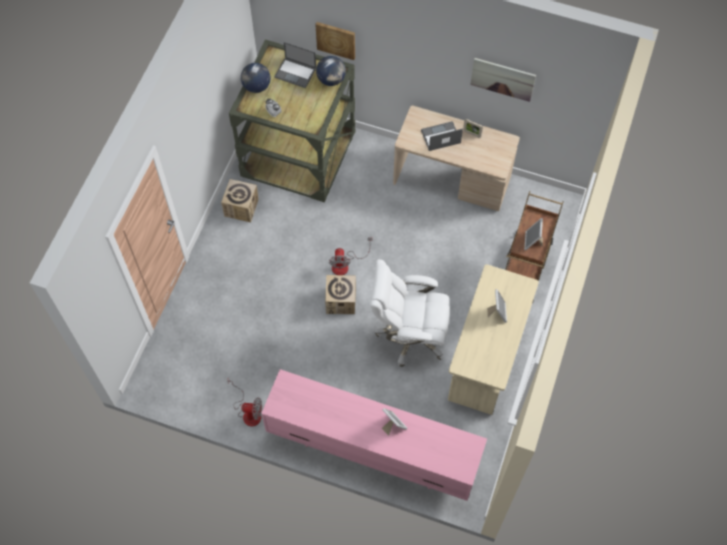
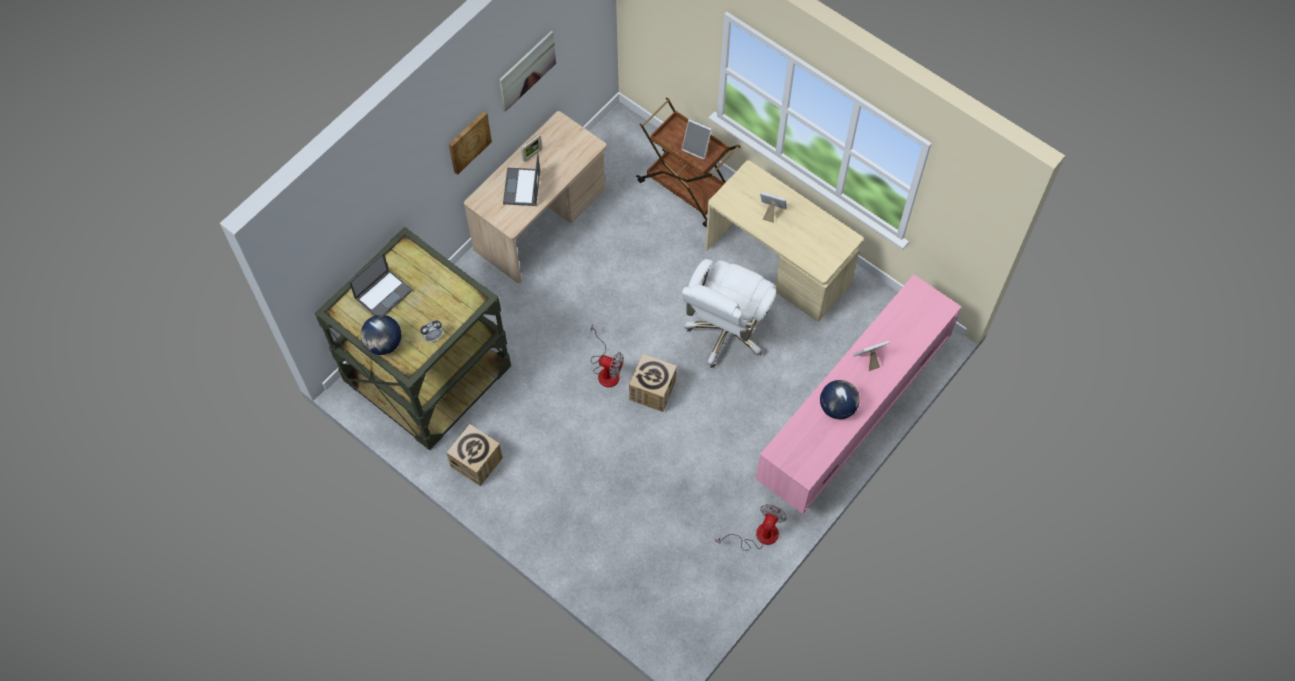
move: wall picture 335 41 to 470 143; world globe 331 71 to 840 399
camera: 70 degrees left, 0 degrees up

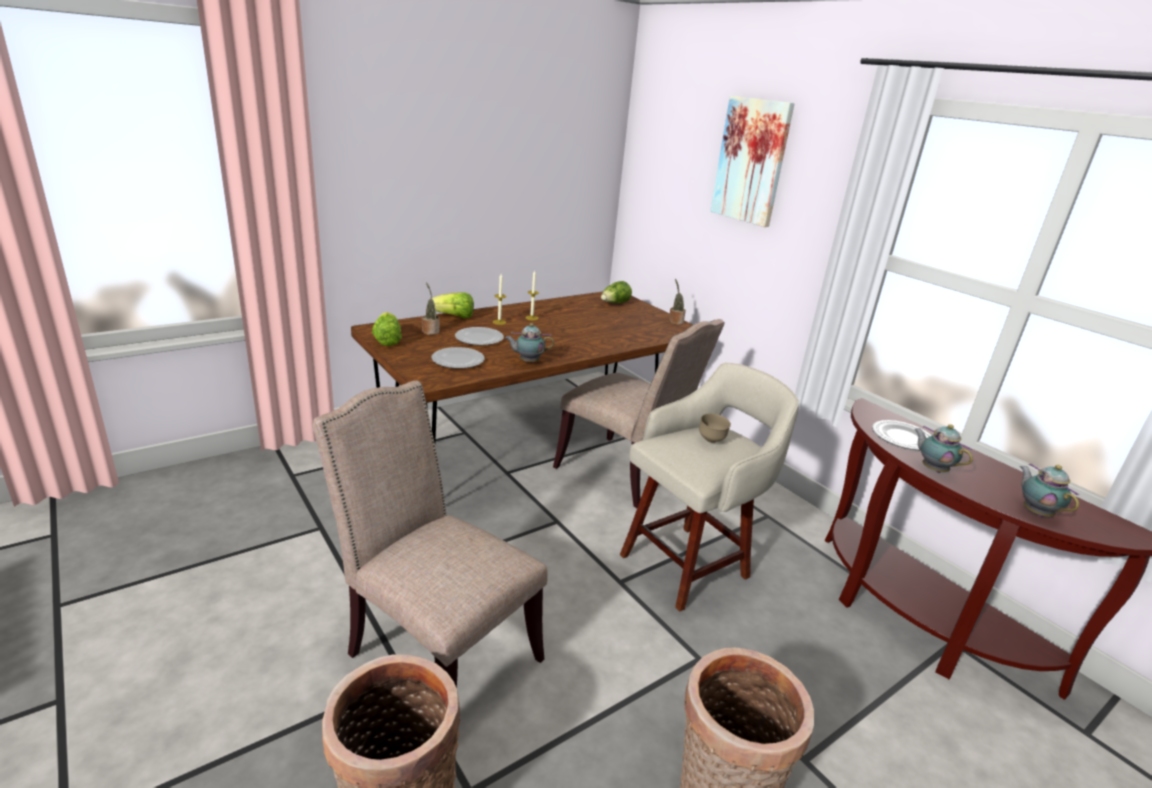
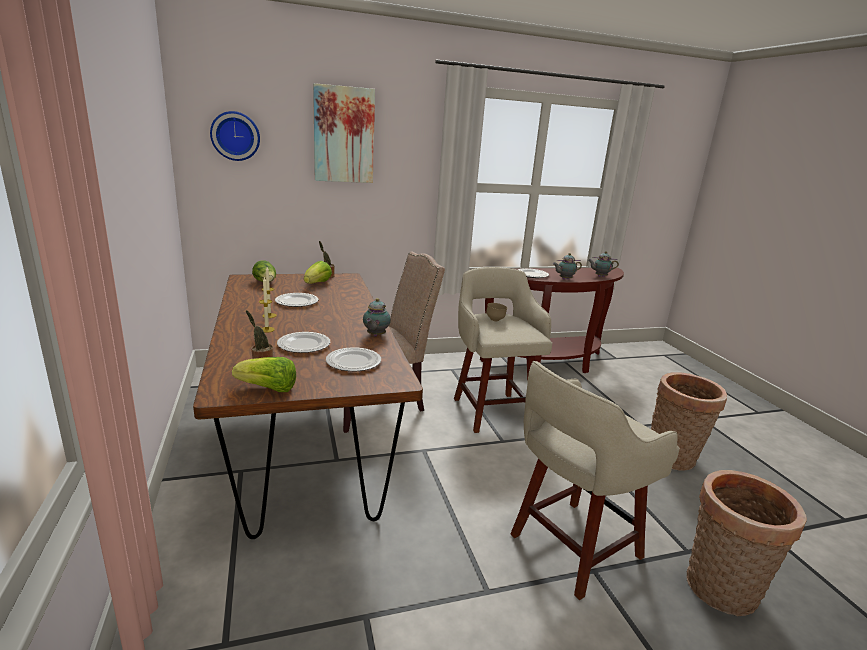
insert: clock on the wall 235 136; dinner plate 297 300
move: lettuce head 453 305 to 318 272
replace: beige chair 430 534 to beige sitting stool 595 480
camera: 70 degrees left, 5 degrees down

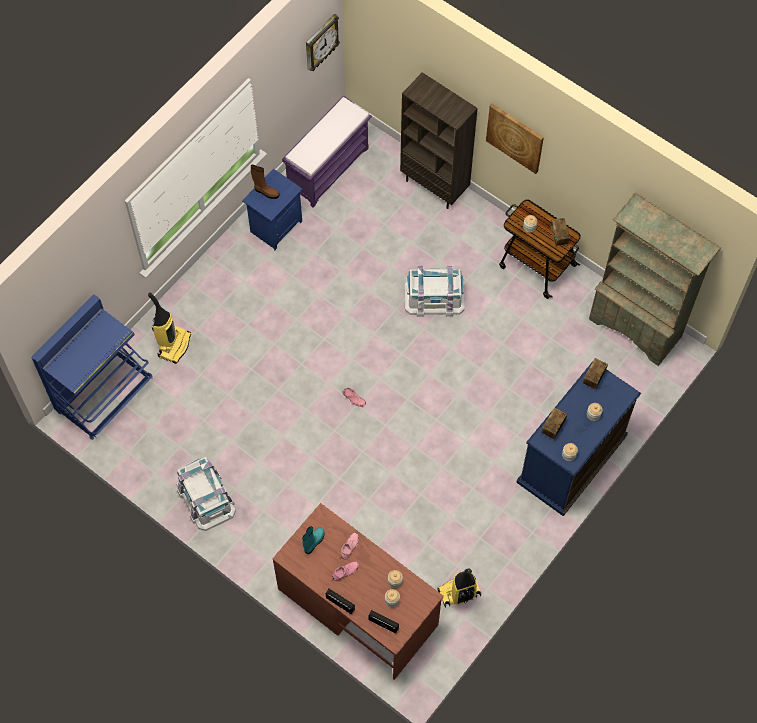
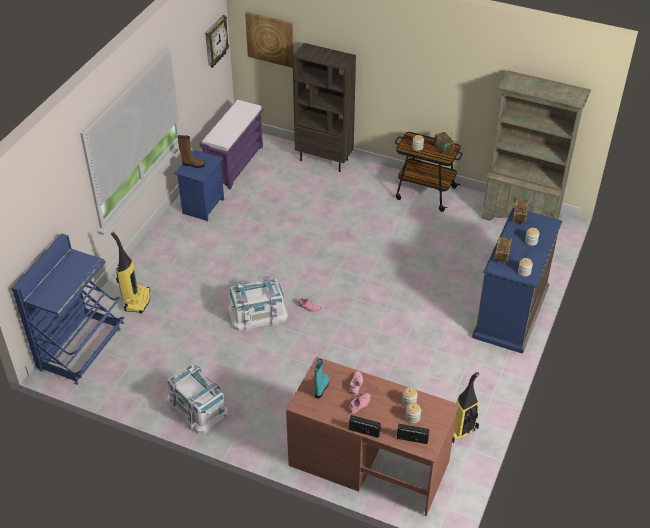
move: white-coloured storage bin 434 291 to 258 303; wall picture 515 139 to 269 40
camera: 15 degrees left, 20 degrees down

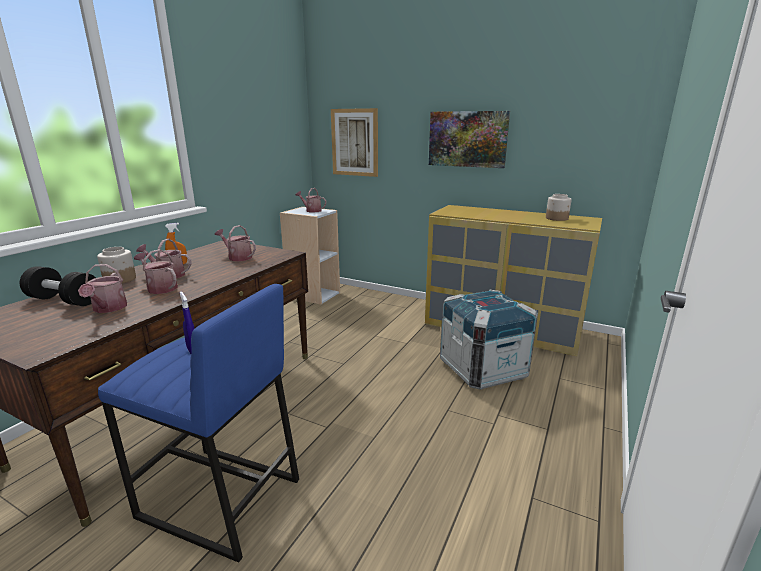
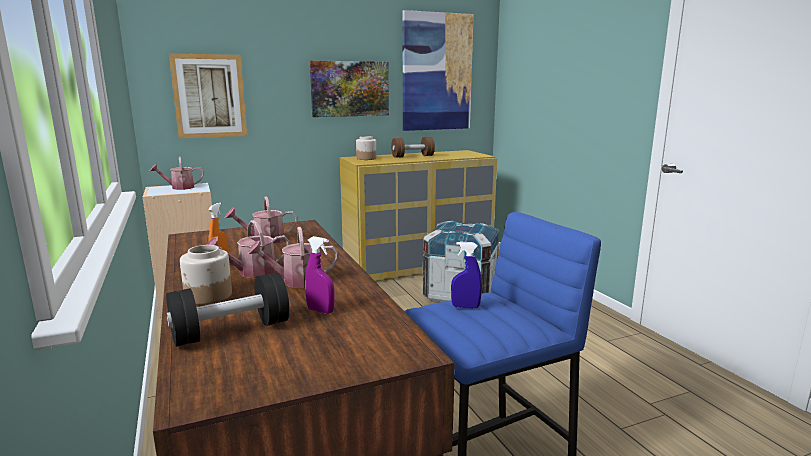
insert: brownish hand weight 413 147; wall picture 438 70
move: storage jar 559 207 to 366 148
replace: watering can 102 288 to purple-coloured sprayer 320 275
camera: 50 degrees left, 5 degrees down

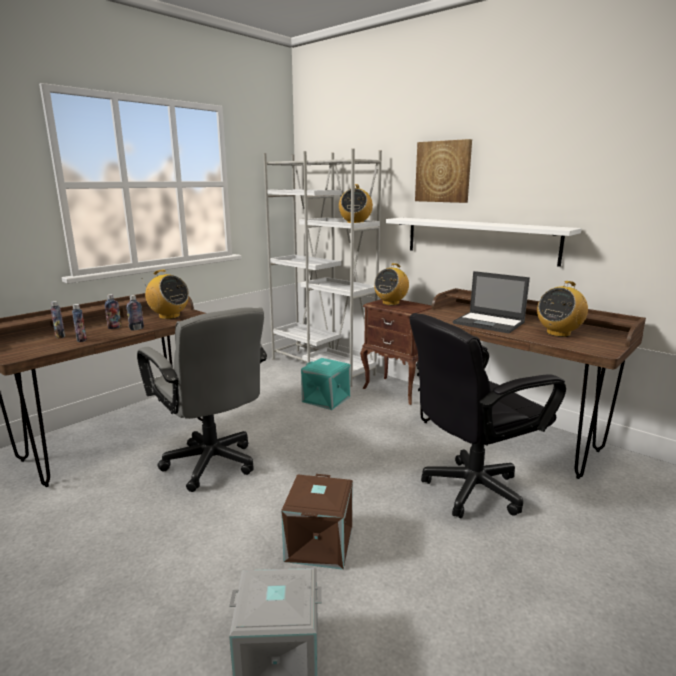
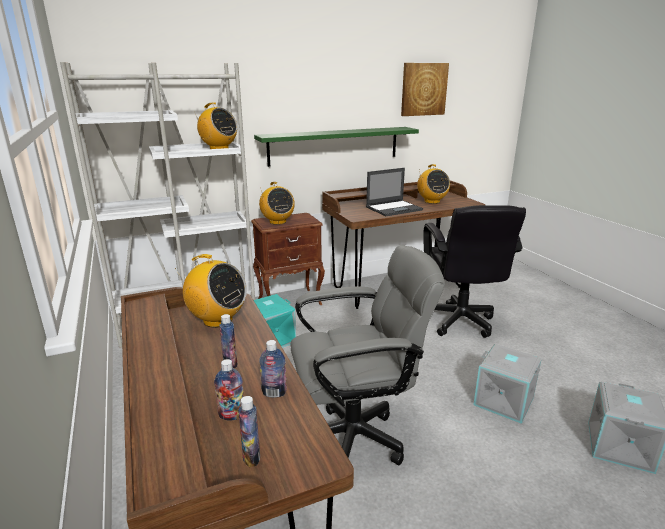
move: drink bottle 135 313 to 249 431; wall picture 443 171 to 425 89
recolor: brownish storage bin 317 522 to gray storage bin 507 384; white-coloured shelf 484 242 to green-coloured shelf 336 147
rotate: radio receiver 165 294 = 211 291 60 degrees clockwise
camera: 65 degrees left, 5 degrees up

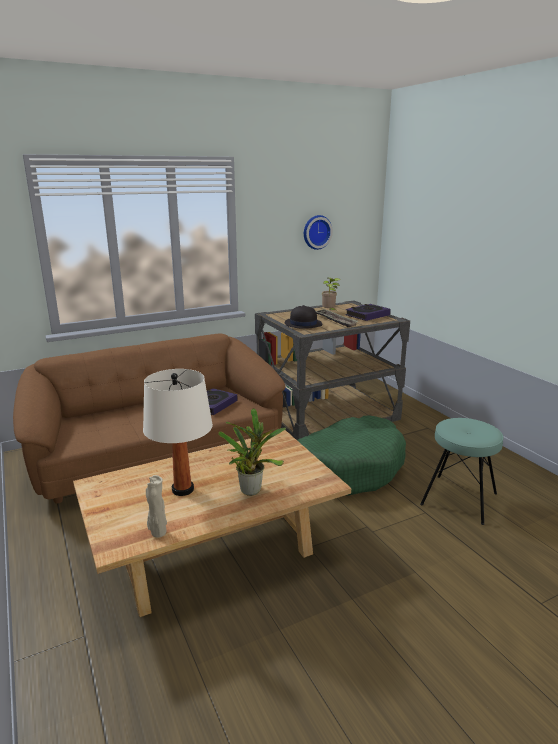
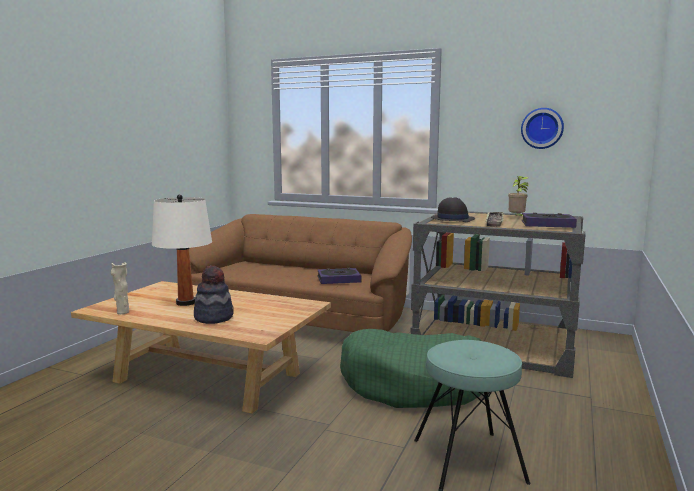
replace: houseplant 252 452 to clothing hat 214 294
camera: 50 degrees right, 10 degrees down

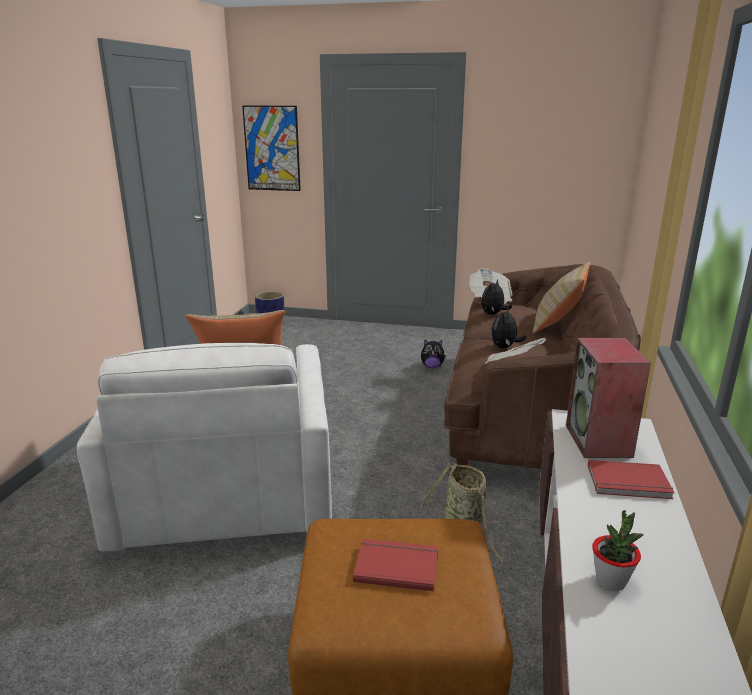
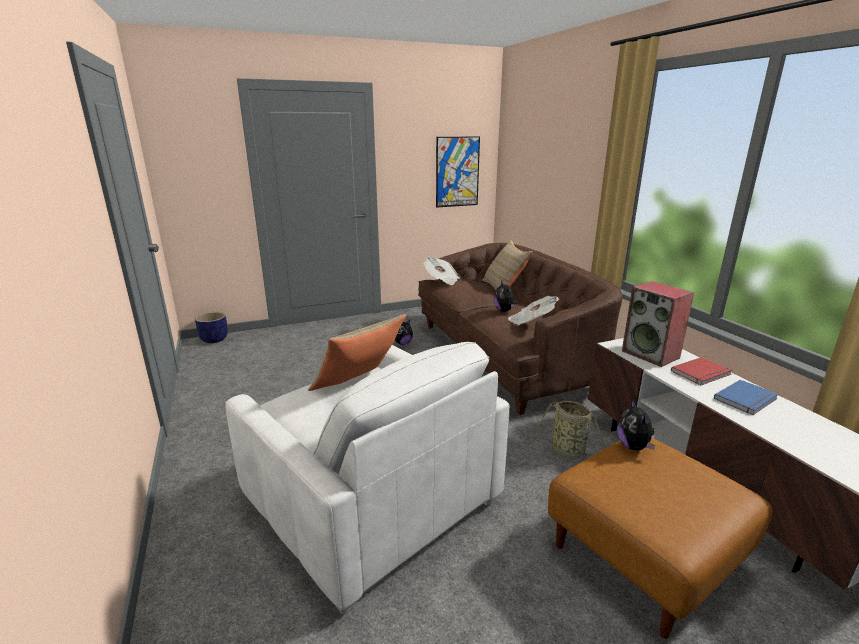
delete: red-coloured book 395 565; houseplant 617 550
insert: blue-coloured book 746 397
move: wall picture 271 148 to 458 171; plush toy 496 297 to 636 425
camera: 35 degrees left, 0 degrees up

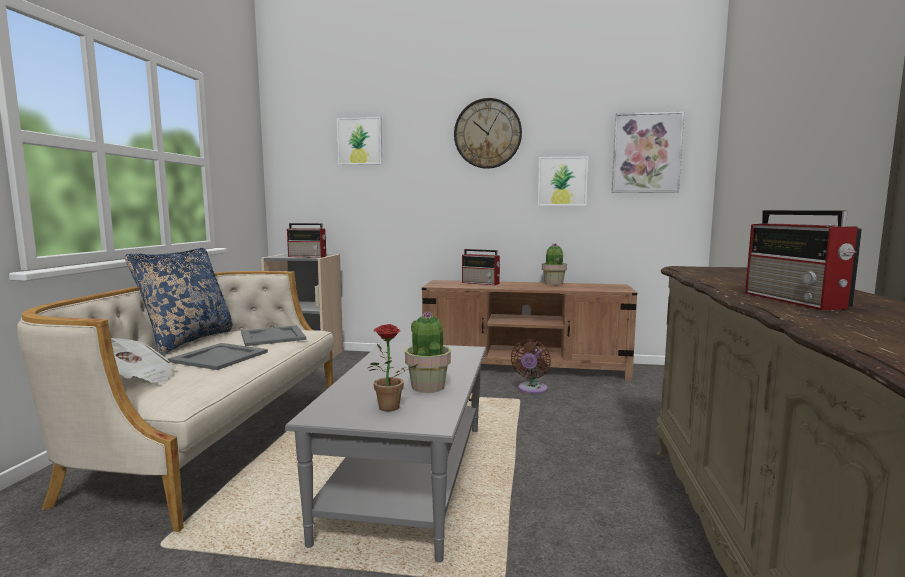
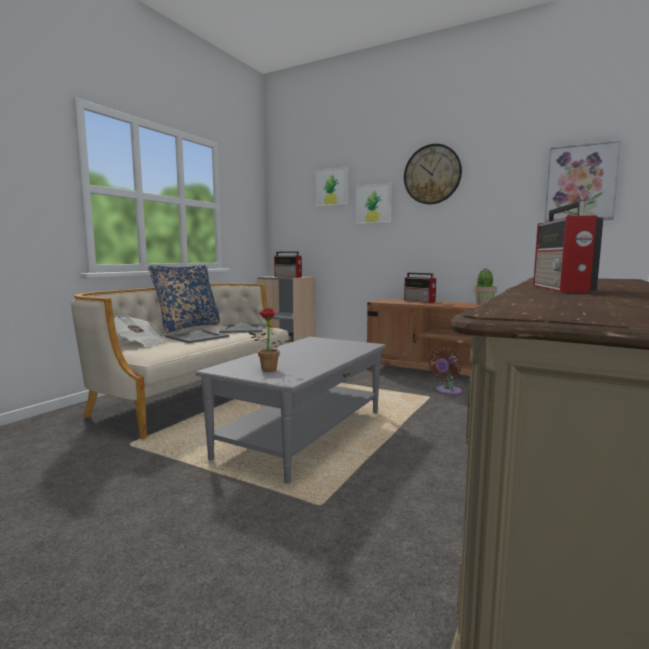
delete: houseplant 428 352
move: wall picture 563 181 to 374 203
camera: 20 degrees right, 0 degrees up

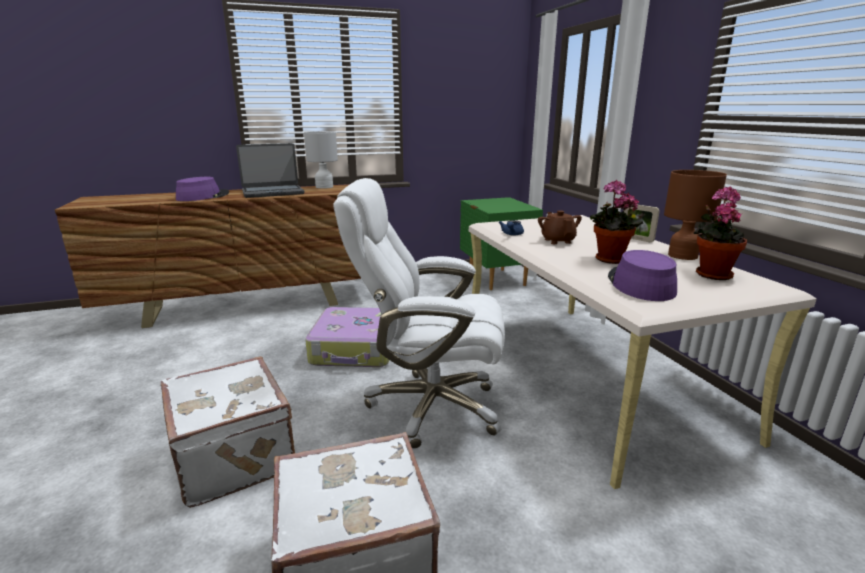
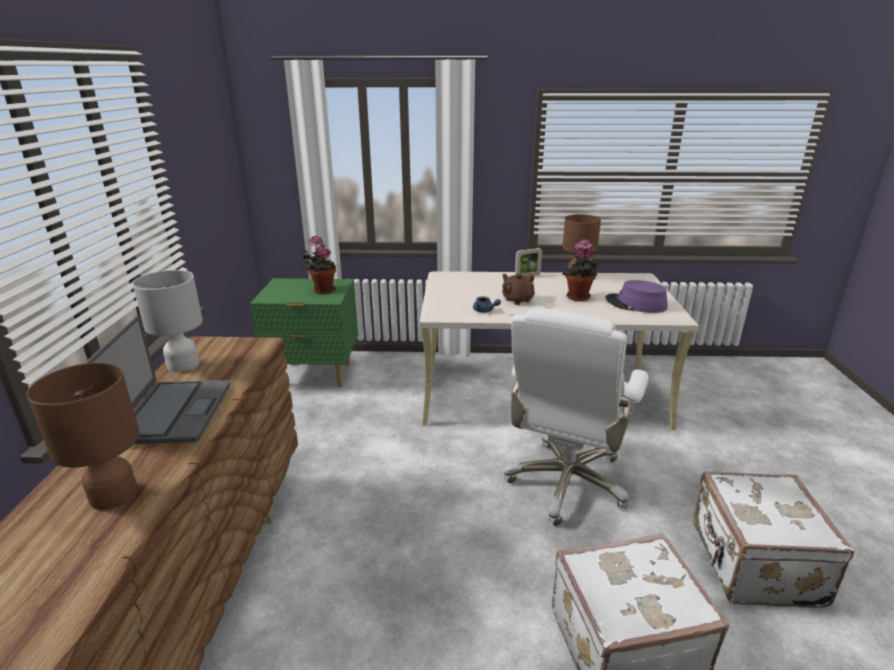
delete: piece of luggage 347 337
move: houseplant 720 233 to 319 265
replace: purple-coloured clothing hat 202 189 to brownish tabletop lamp 83 436
rotate: brownish tea pot 560 227 = 518 289 45 degrees clockwise
camera: 70 degrees left, 5 degrees up

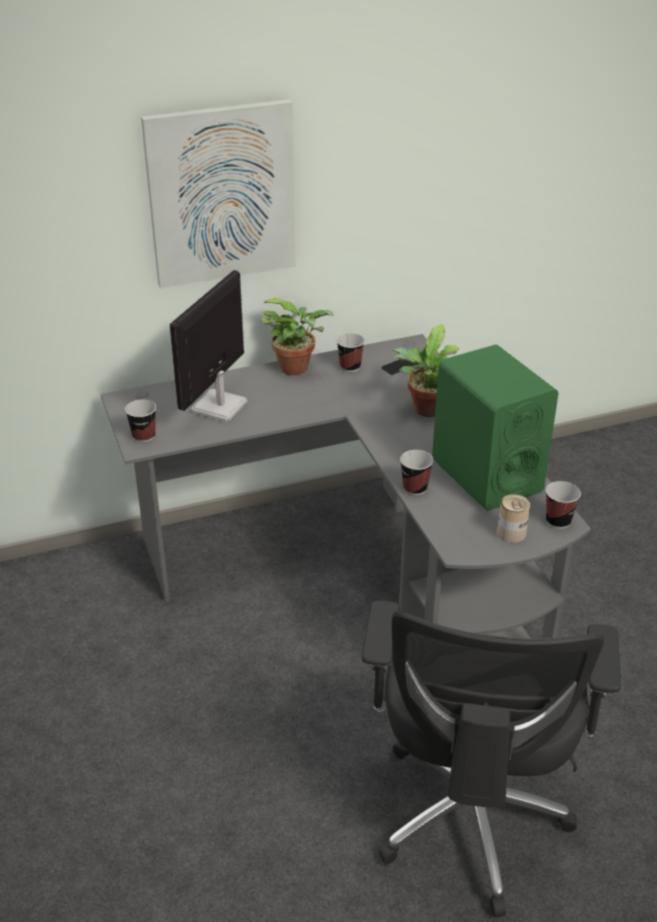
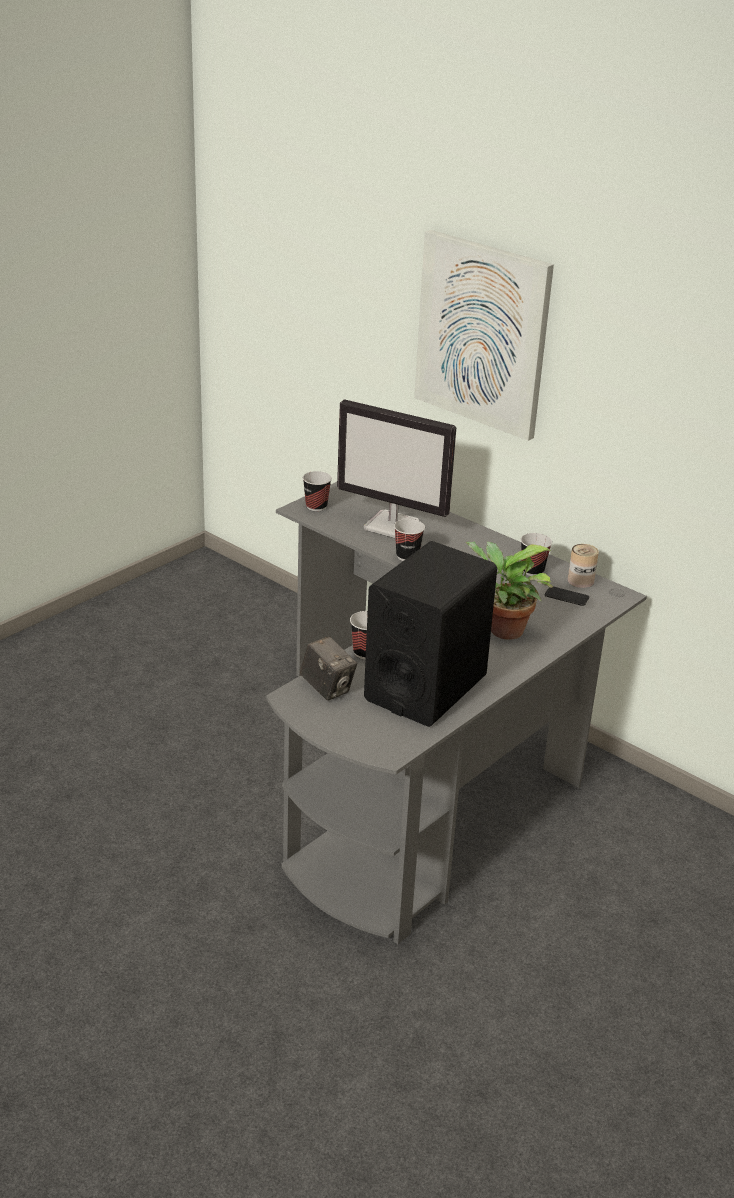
delete: houseplant 297 336; desk chair 491 759
insert: photo camera 328 668
move: can 513 518 to 583 566; drinking cup 563 505 to 409 540
recolor: green-coloured speaker 495 428 to blackish speaker 430 634
rotate: computer screen 209 346 = 396 468 150 degrees counterclockwise
camera: 60 degrees right, 5 degrees down

